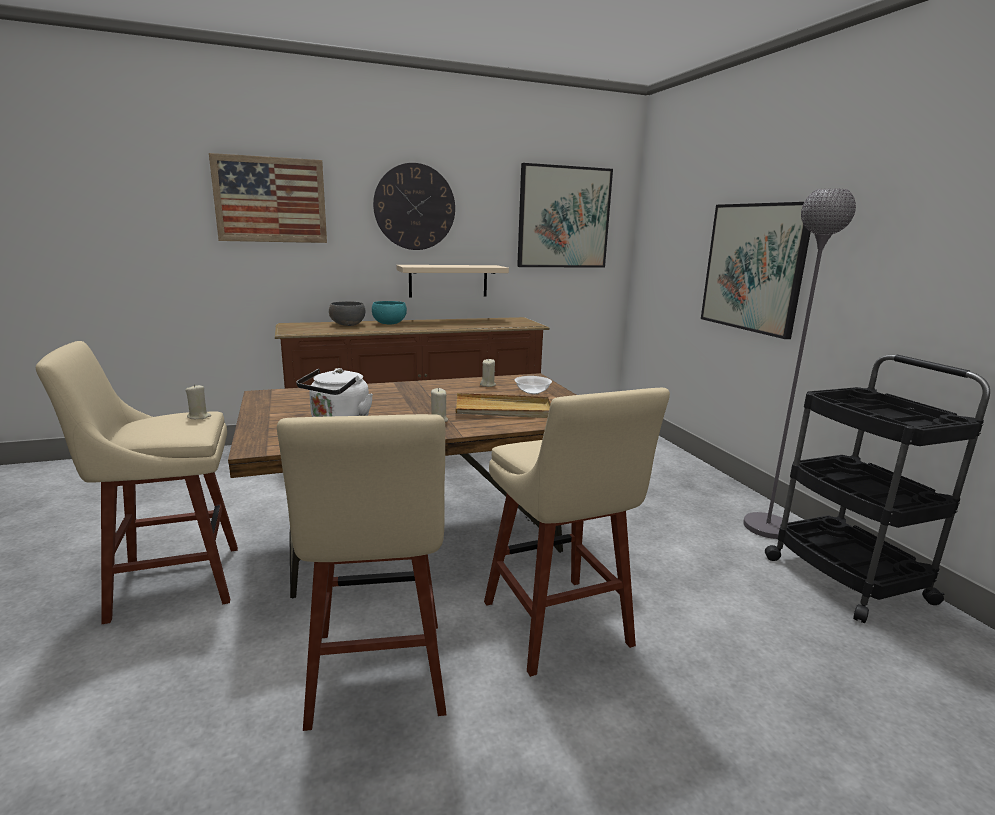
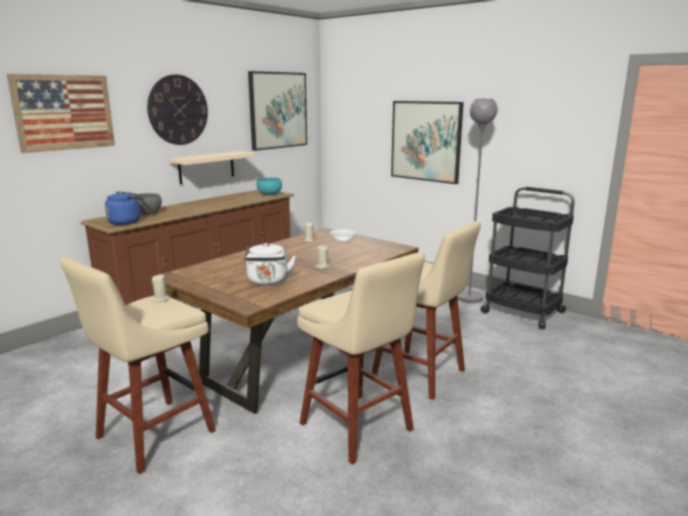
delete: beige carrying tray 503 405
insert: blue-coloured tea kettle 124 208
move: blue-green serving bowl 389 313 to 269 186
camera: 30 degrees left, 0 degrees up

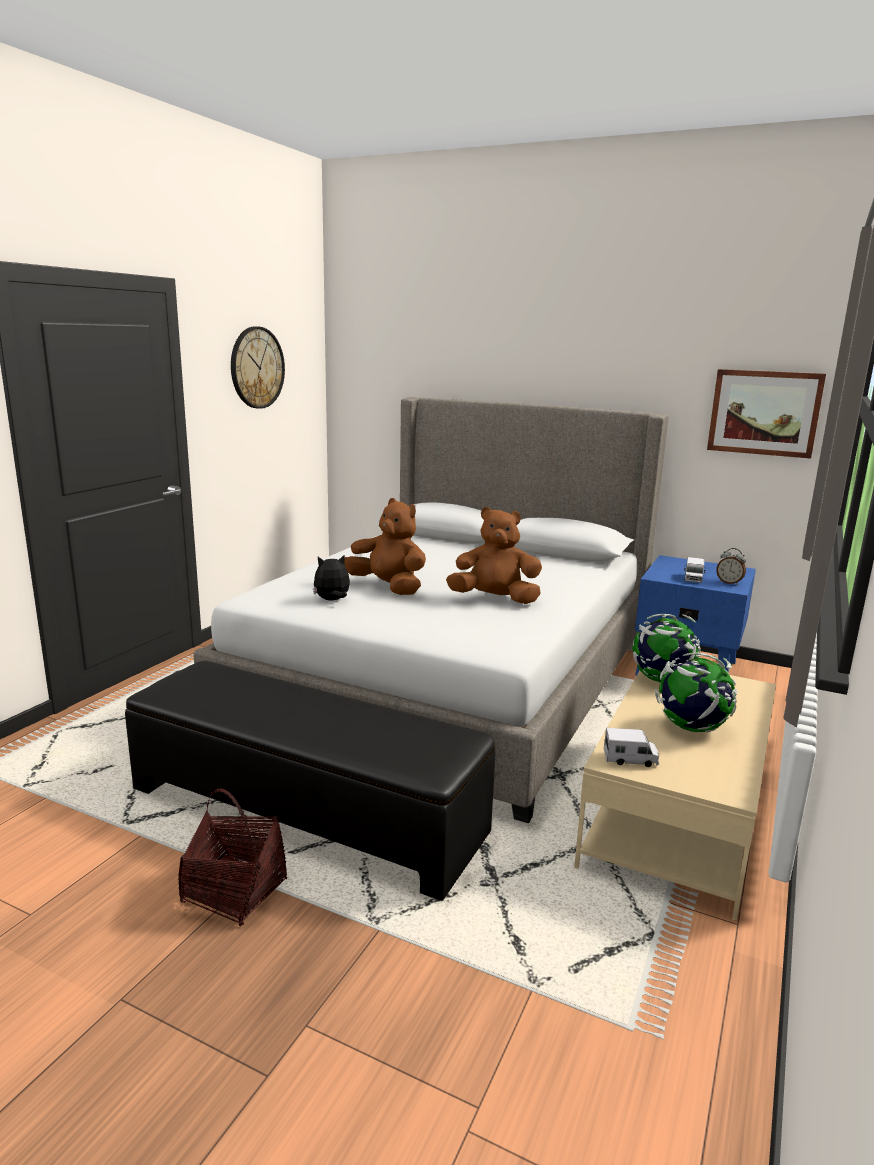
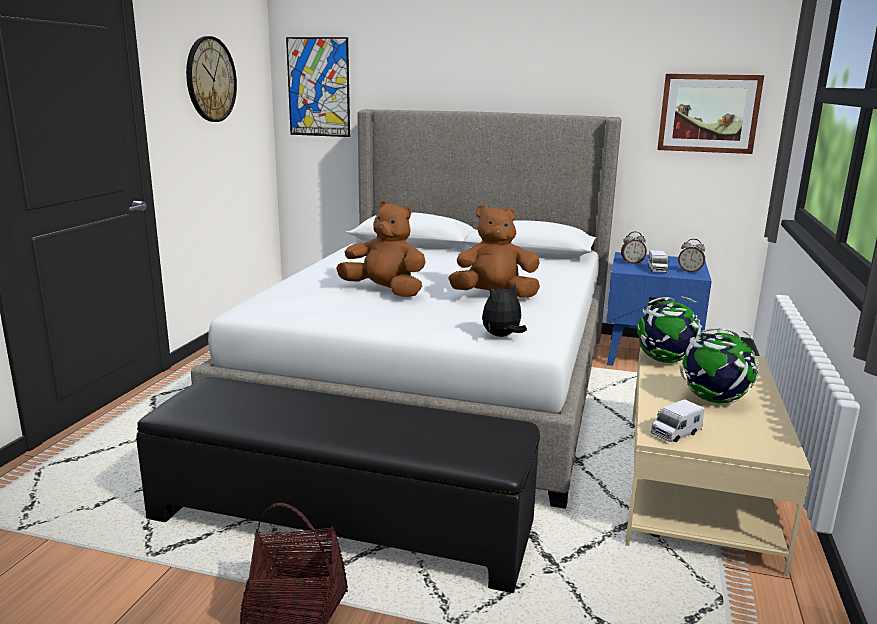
insert: wall picture 318 87; alarm clock 634 247
move: plush toy 331 577 to 504 310
rotate: toy lorry 631 747 = 678 420 150 degrees clockwise
camera: 10 degrees left, 0 degrees up

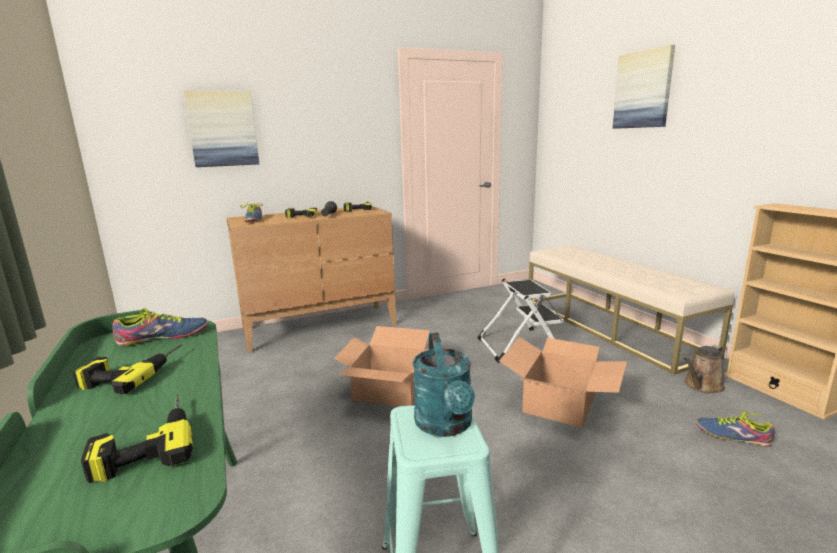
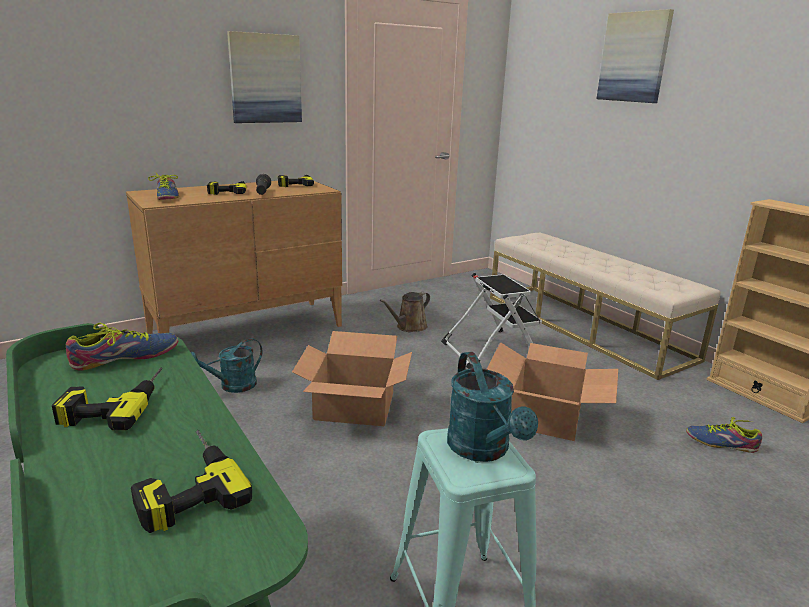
insert: blue-green watering can 226 365
move: wall picture 221 128 to 264 77; brownish watering can 704 369 to 405 312
camera: 10 degrees left, 5 degrees up

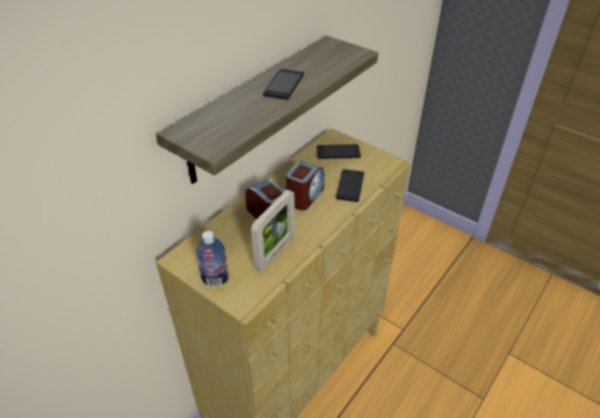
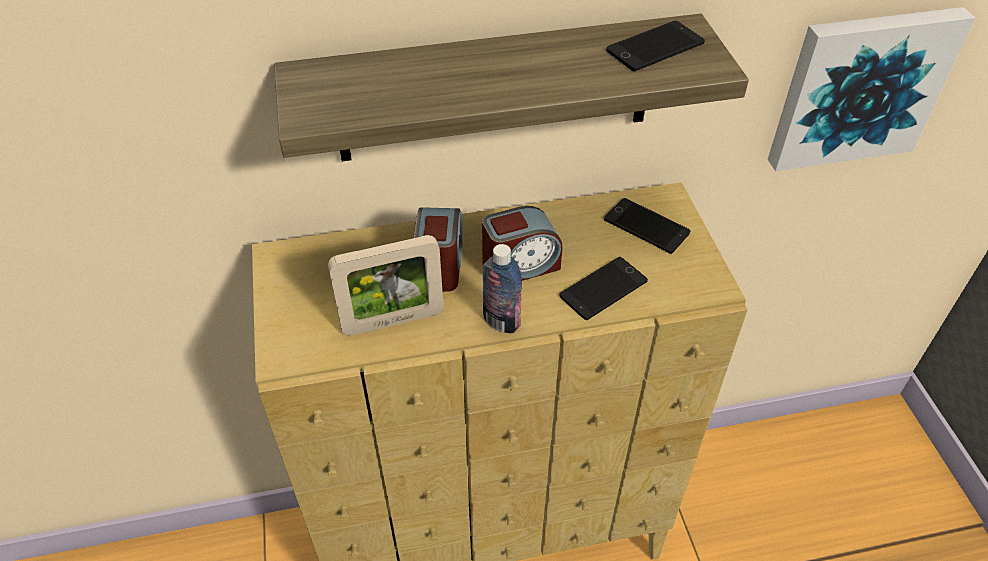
insert: wall picture 871 89
move: drink bottle 212 258 to 502 288; phone 283 84 to 655 46
camera: 40 degrees right, 5 degrees up

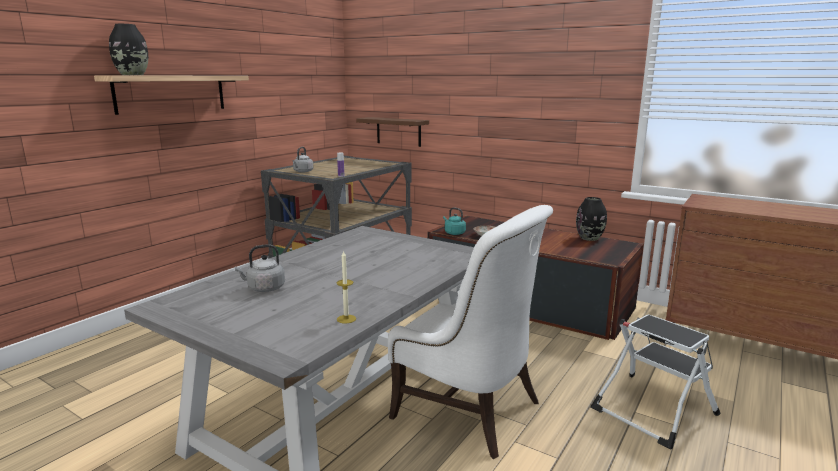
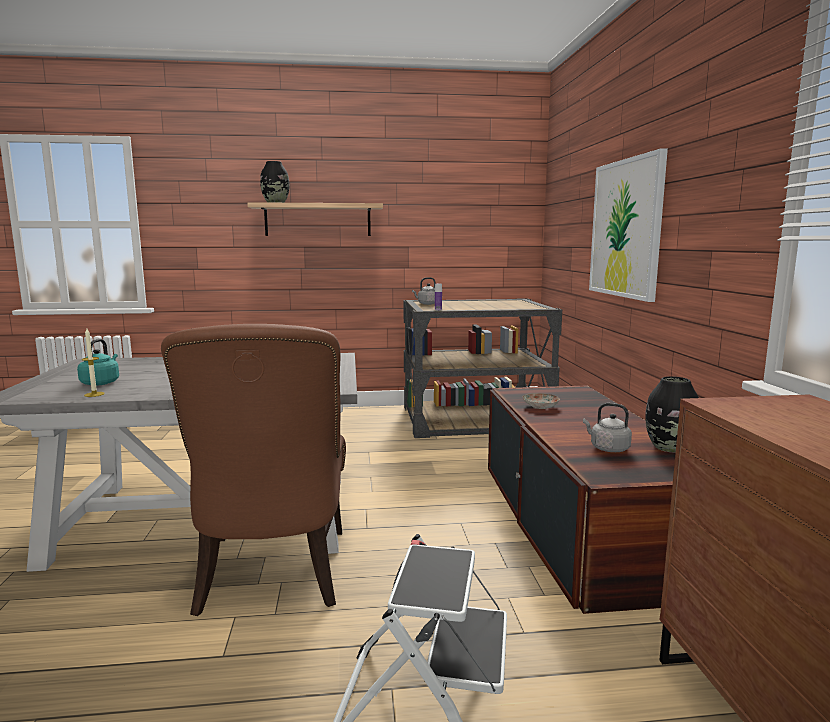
delete: brownish shelf 392 132
insert: wall picture 628 225
move: gray tea kettle 260 268 to 607 427; blue-green tea kettle 454 221 to 98 362
recolor: white-coloured chair 470 332 to brownish chair 253 470
camera: 50 degrees right, 5 degrees down

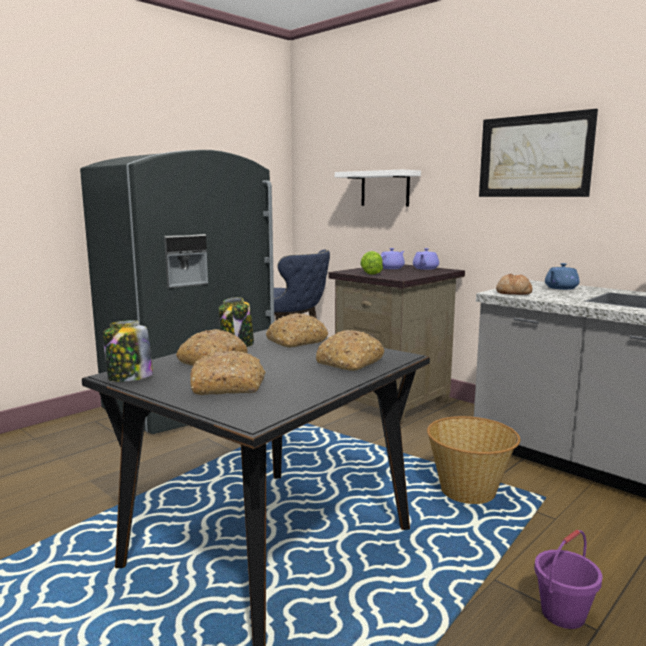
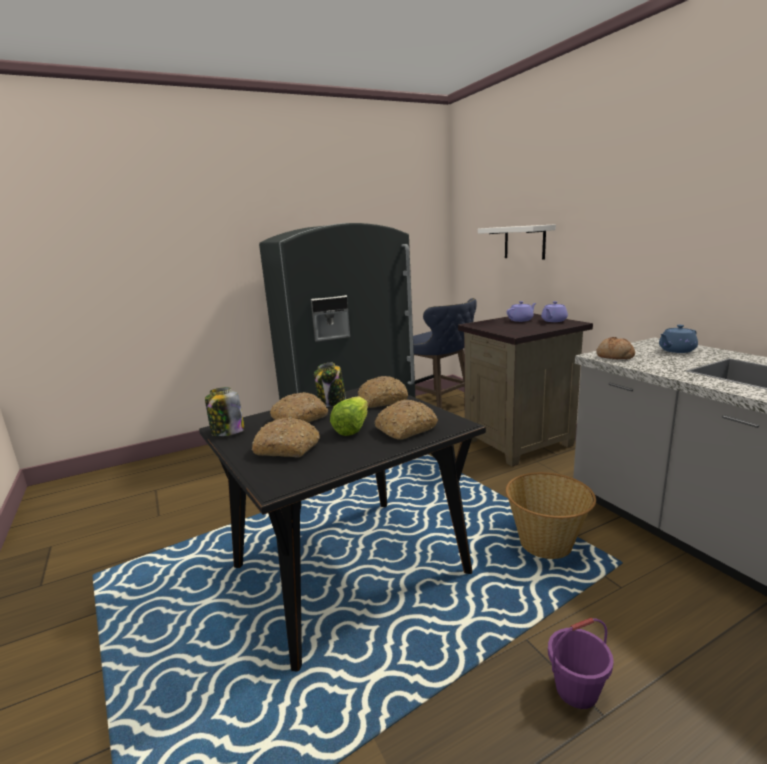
delete: wall picture 538 153
move: lettuce head 371 263 to 349 416
camera: 20 degrees right, 5 degrees up

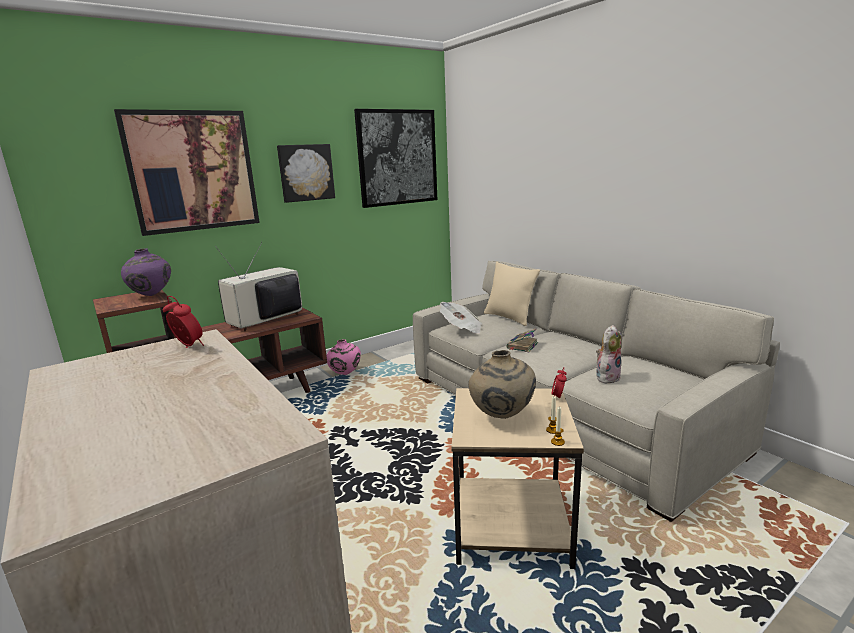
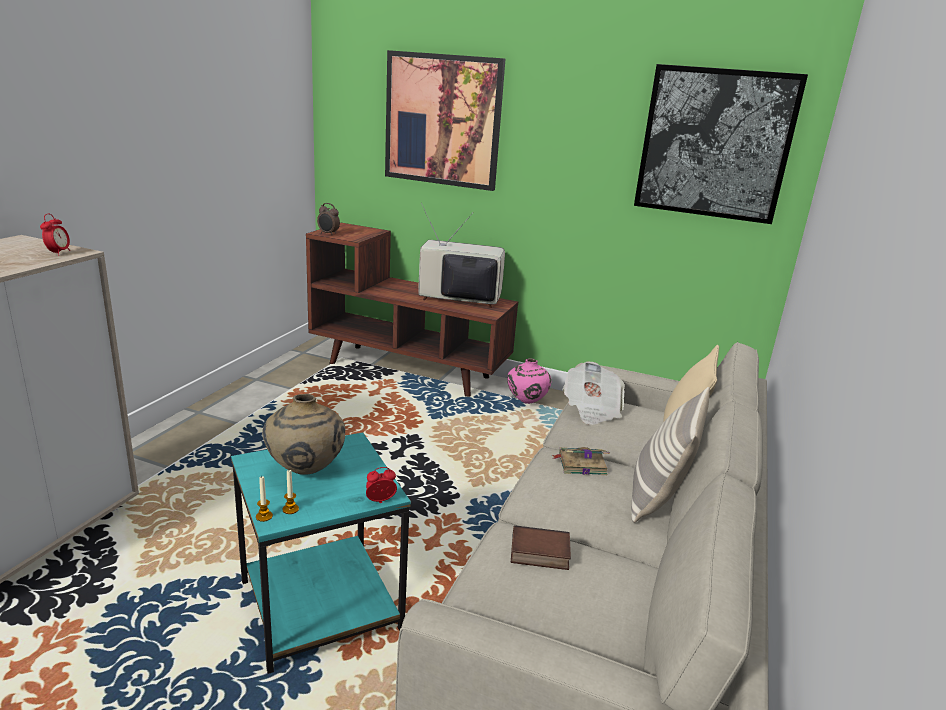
delete: purple-coloured decorative vase 146 272; wall picture 306 173
insert: alarm clock 328 219; pillow 670 455
replace: plush toy 609 354 to book 541 547
recolor: beige side table 517 478 to blue-green side table 321 553
camera: 55 degrees right, 5 degrees up

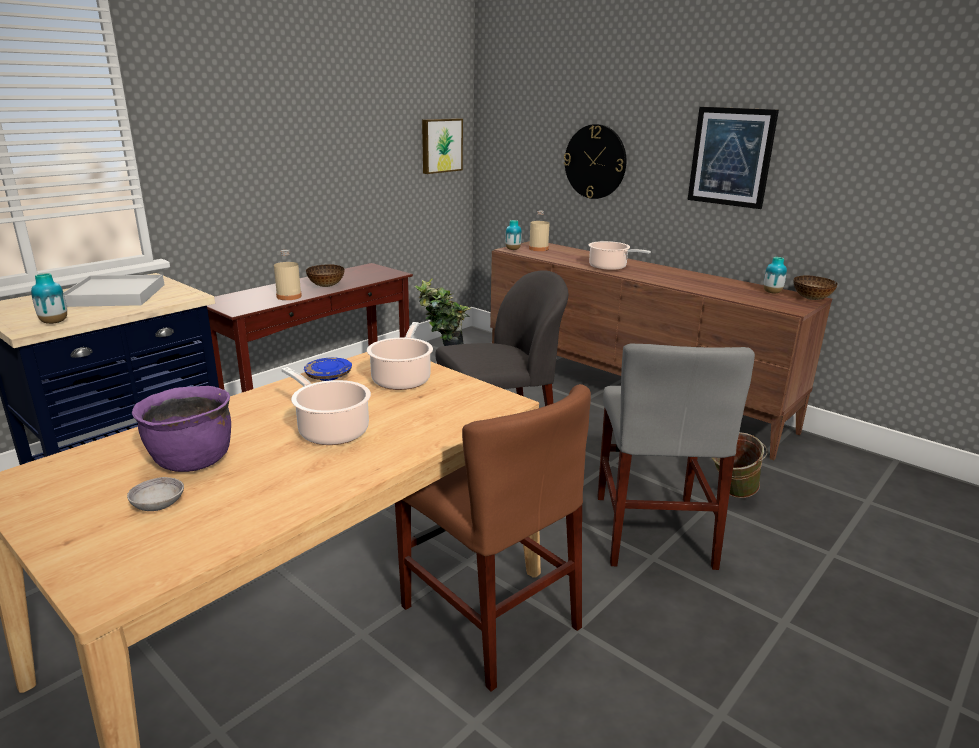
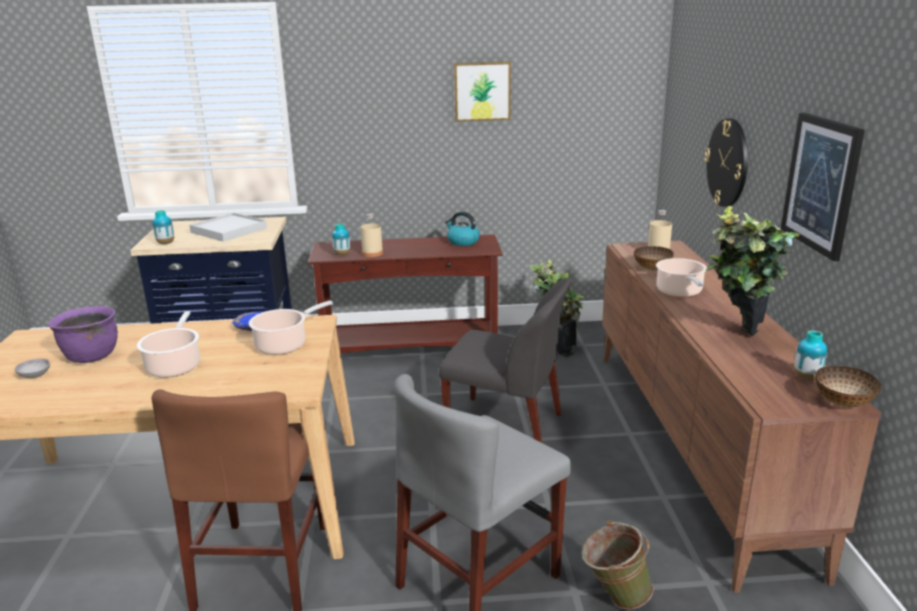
insert: tea kettle 462 229; houseplant 753 271
move: serving bowl 325 275 to 654 258; wall picture 442 146 to 482 91; decorative vase 513 235 to 341 239
camera: 45 degrees right, 0 degrees up

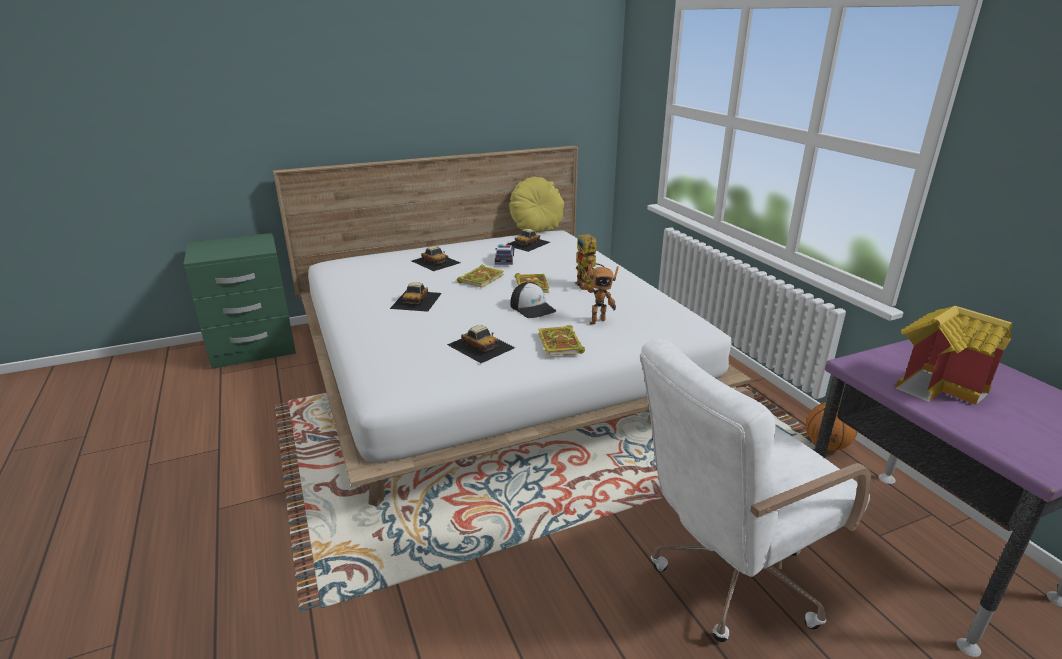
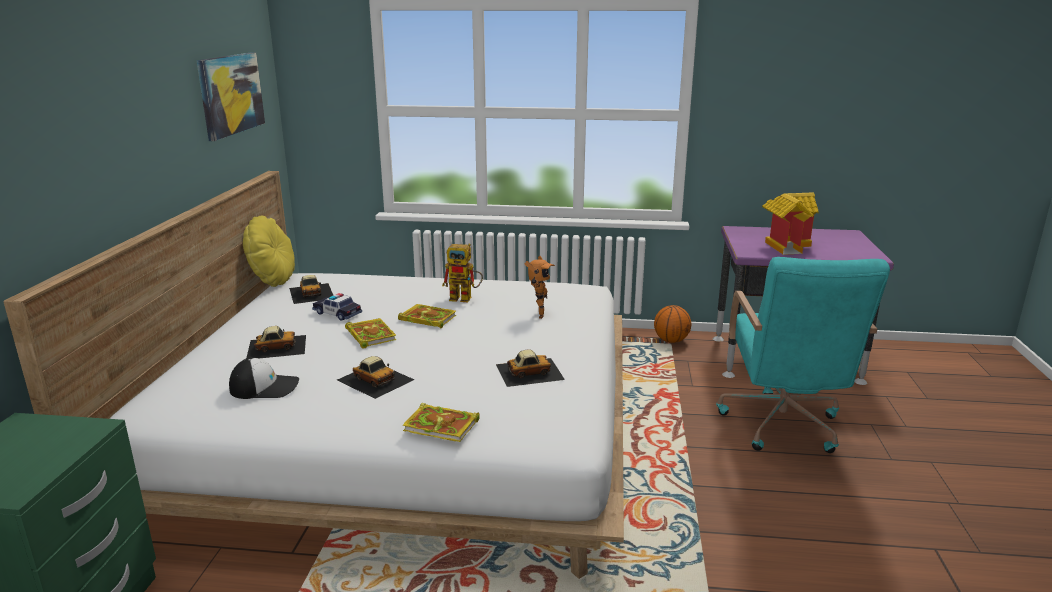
insert: wall picture 231 96
move: baseball cap 533 300 to 264 378; book 561 340 to 441 422
recolor: white-coloured desk chair 755 490 to blue-green desk chair 803 355
camera: 60 degrees left, 5 degrees down

